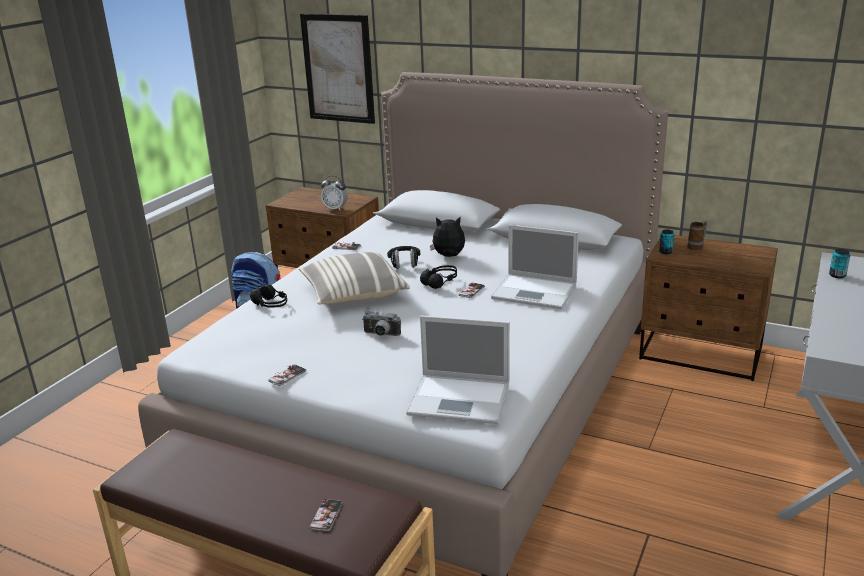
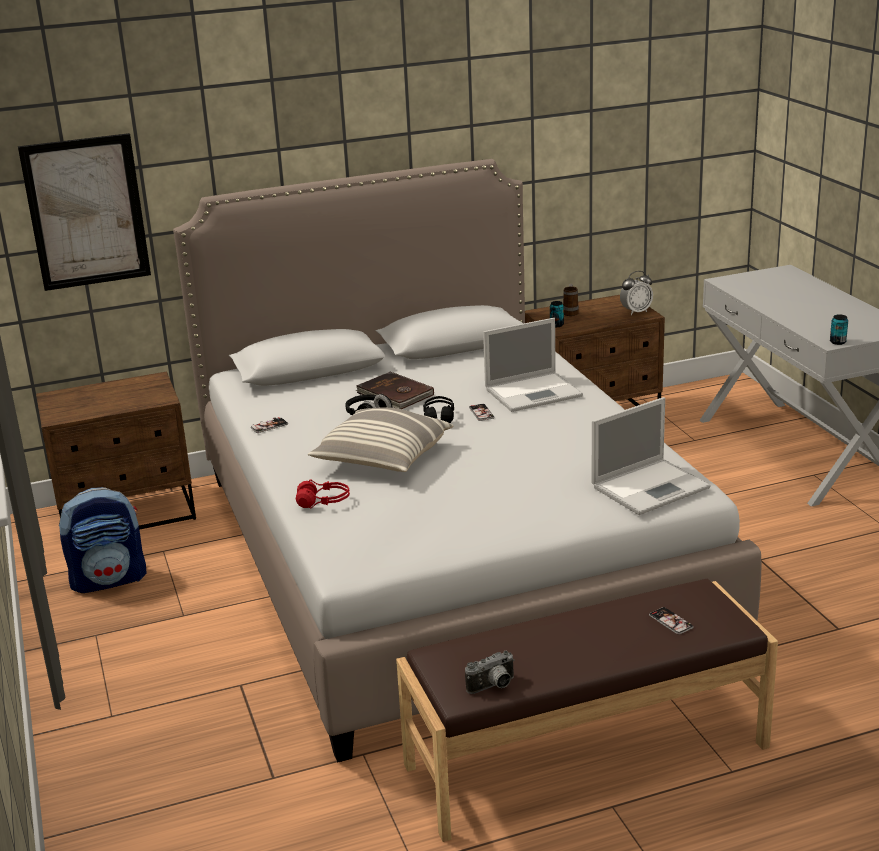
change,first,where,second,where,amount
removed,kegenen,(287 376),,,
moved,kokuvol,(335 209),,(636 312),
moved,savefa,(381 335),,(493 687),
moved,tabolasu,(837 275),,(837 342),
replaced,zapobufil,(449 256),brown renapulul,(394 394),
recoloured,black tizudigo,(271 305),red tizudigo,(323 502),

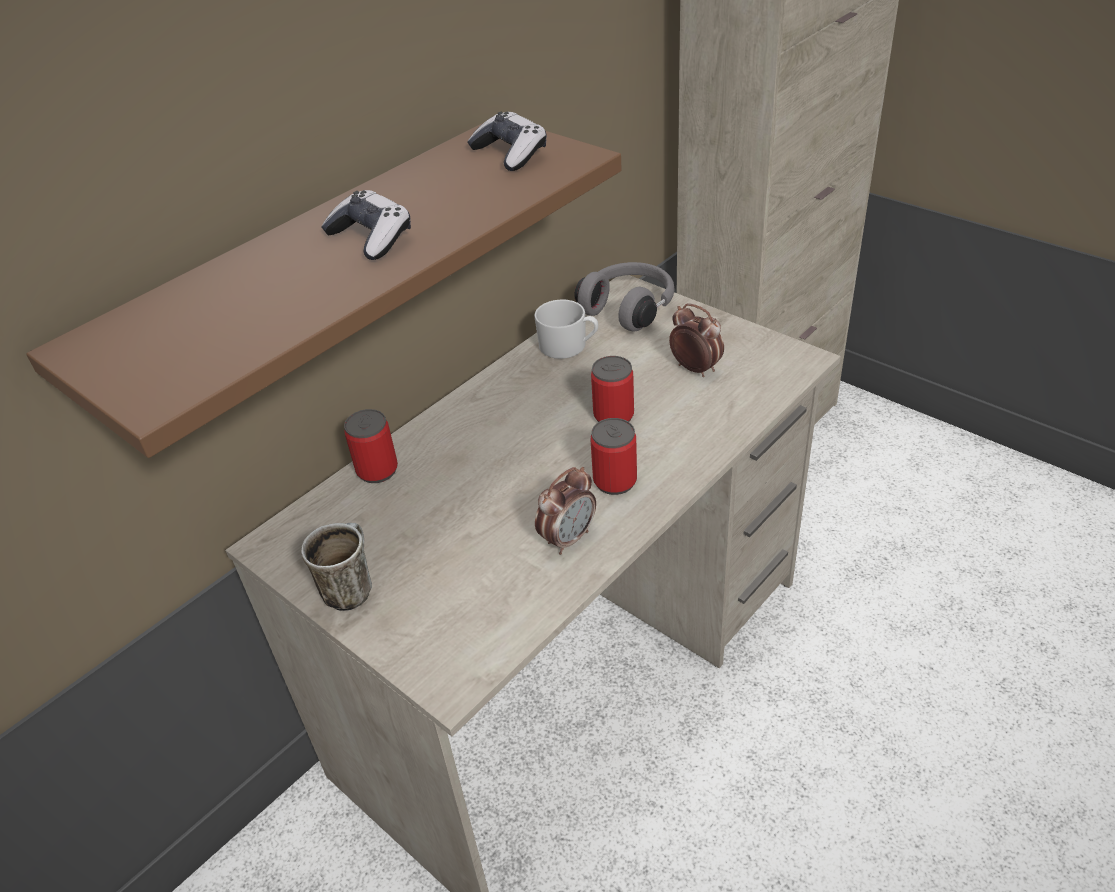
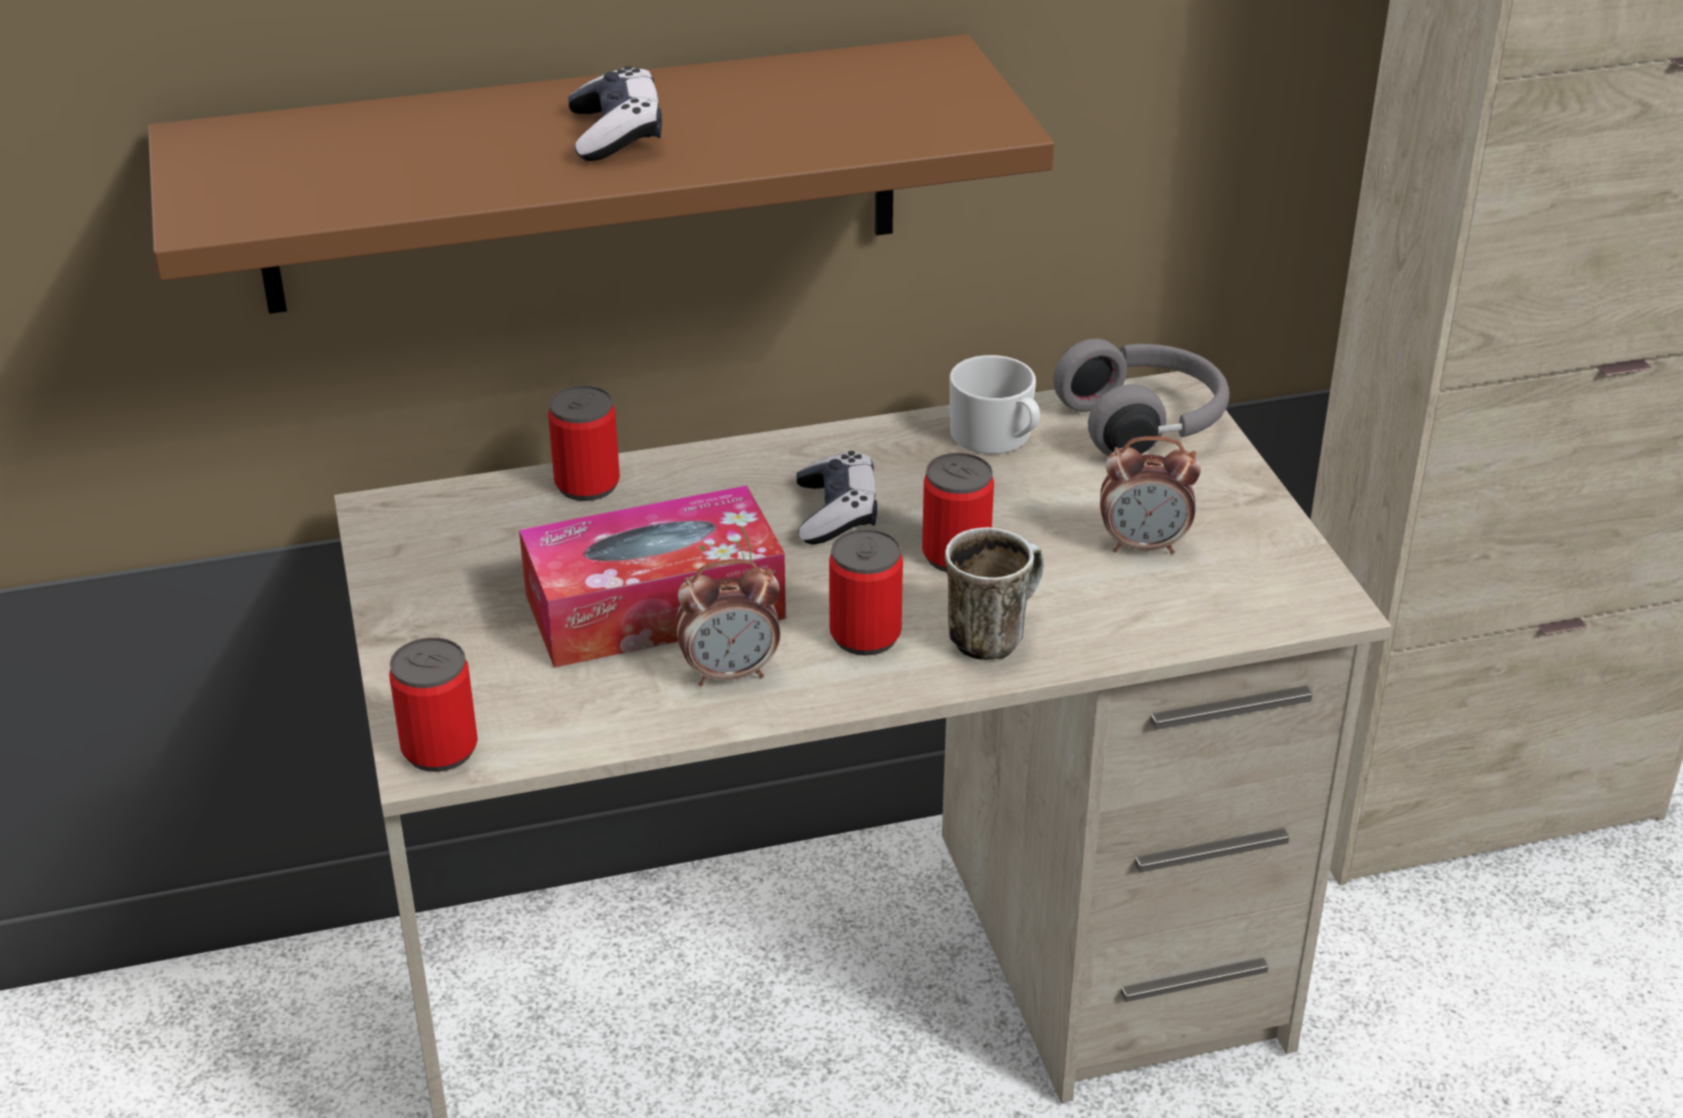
change,first,where,second,where,amount
added,,,tabolasu,(440 749),
added,,,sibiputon,(654 606),
moved,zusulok,(349 587),,(992 634),
moved,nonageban,(510 154),,(836 513),
turned,kokuvol,(695 368),,(1144 546),105 degrees clockwise

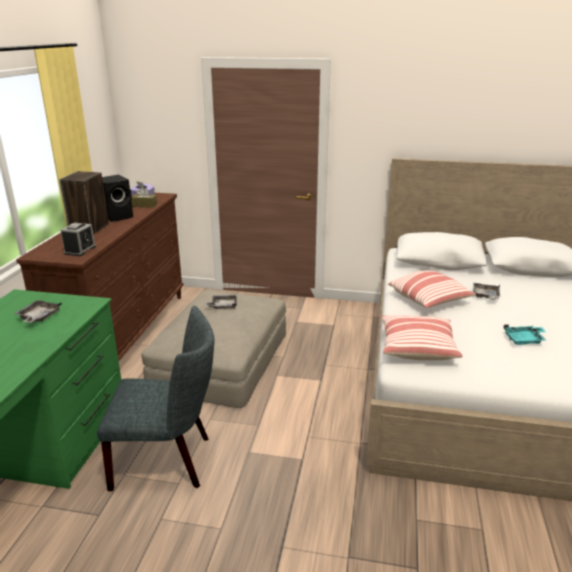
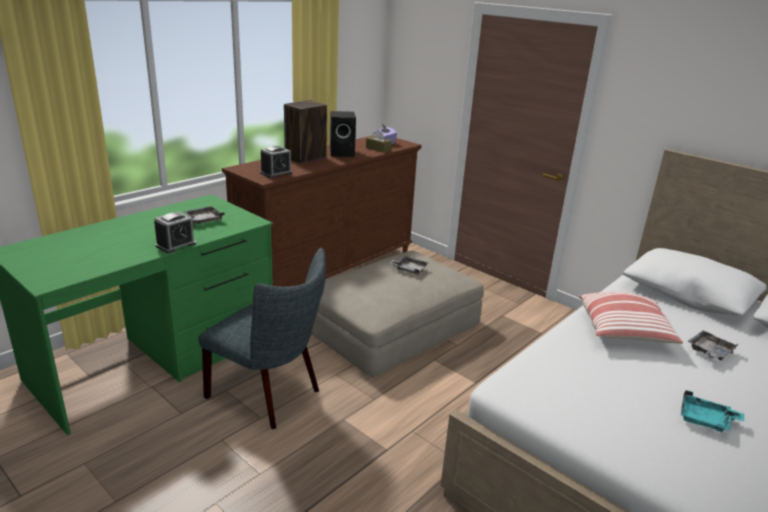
change,first,where,second,where,amount
removed,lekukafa,(416 347),,,
added,,,kokuvol,(176 245),

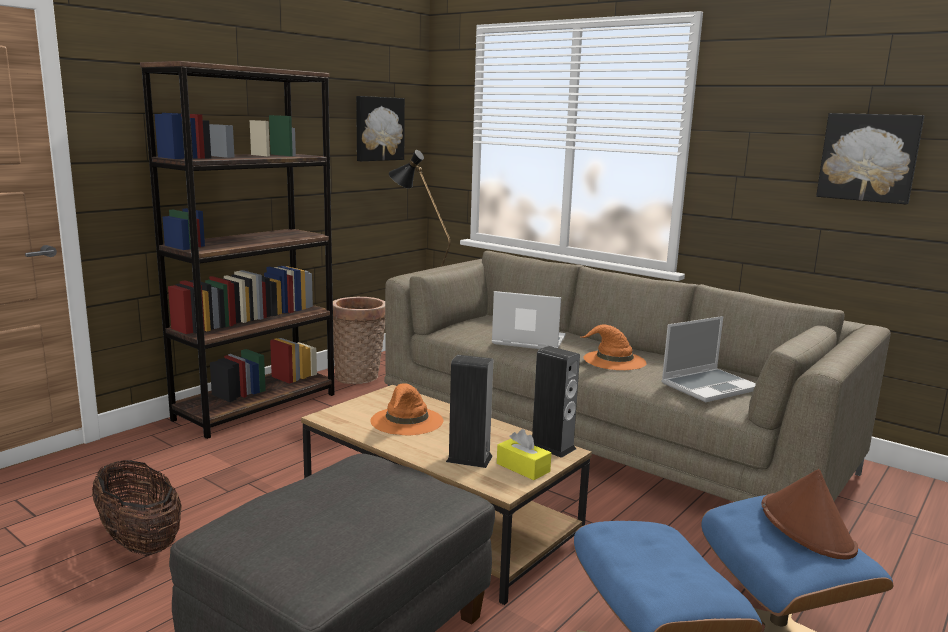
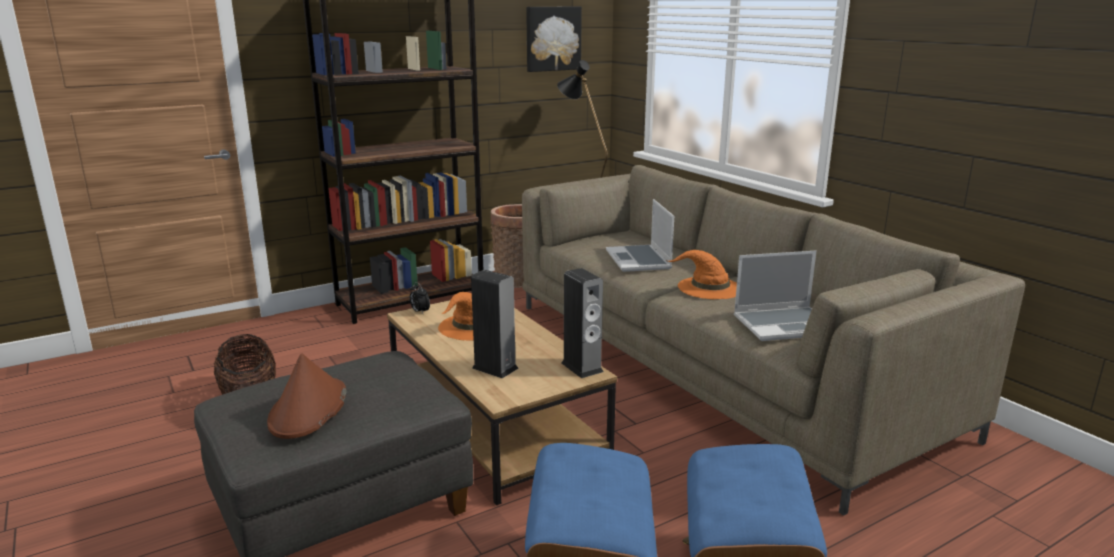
change,first,where,second,where,amount
removed,yellow sibiputon,(523 468),,,
removed,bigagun,(869 157),,,
added,,,kokuvol,(419 312),
moved,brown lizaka,(807 527),,(308 409),
turned,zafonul,(527 341),,(639 260),135 degrees counterclockwise

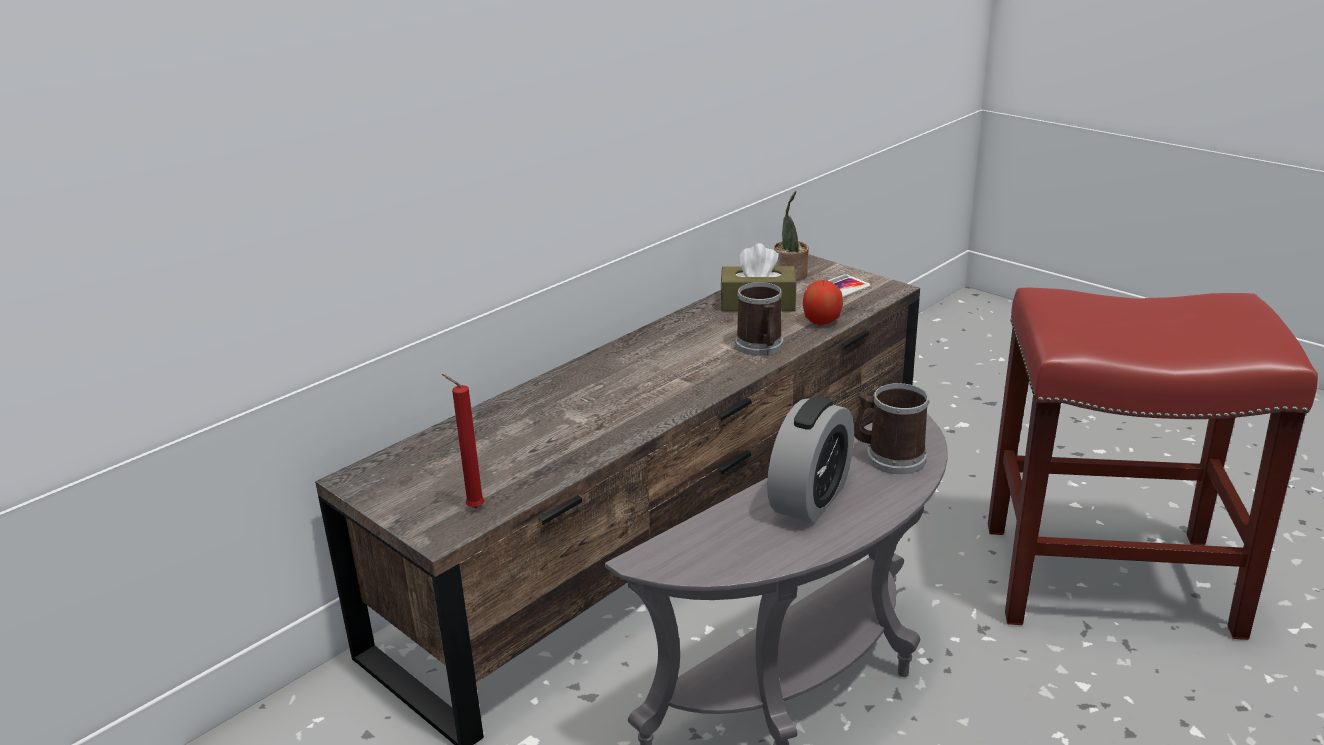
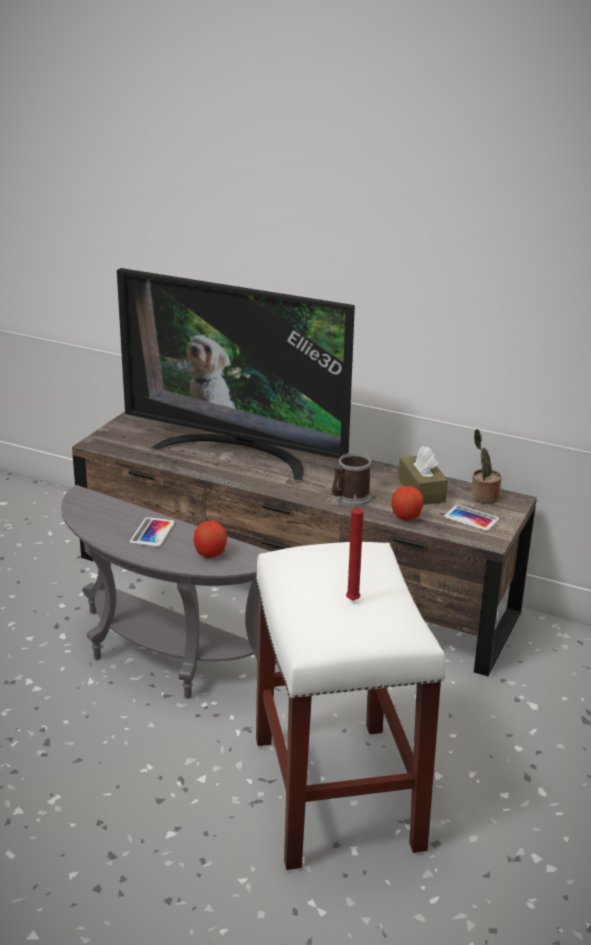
change,first,where,second,where,amount
added,,,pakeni,(238 452),
moved,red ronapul,(472 508),,(352 599),
replaced,kokuvol,(810 499),kegenen,(152 532),
replaced,zusulok,(889 457),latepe,(210 554),
recoloured,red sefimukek,(1110 577),white sefimukek,(338 794),

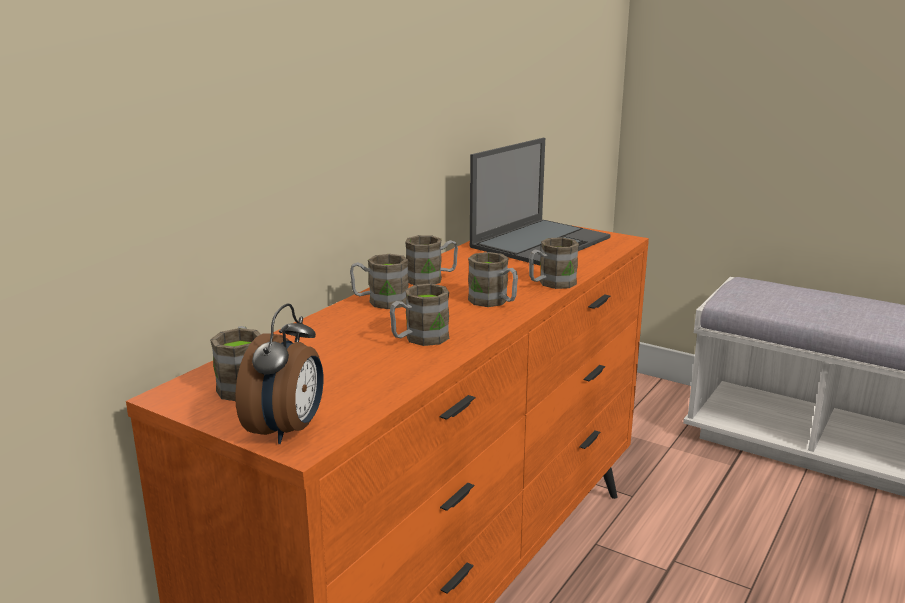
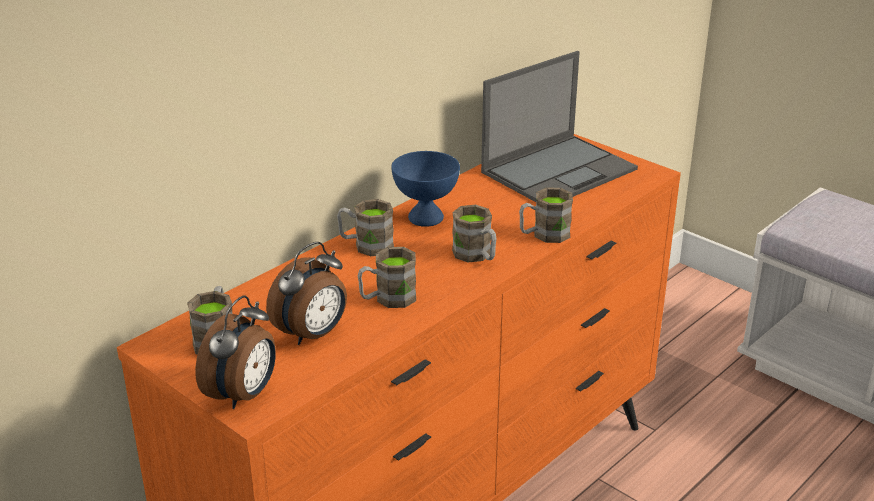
change,first,where,second,where,amount
added,,,kokuvol,(313 334),
replaced,brown zusulok,(432 279),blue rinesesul,(426 217),

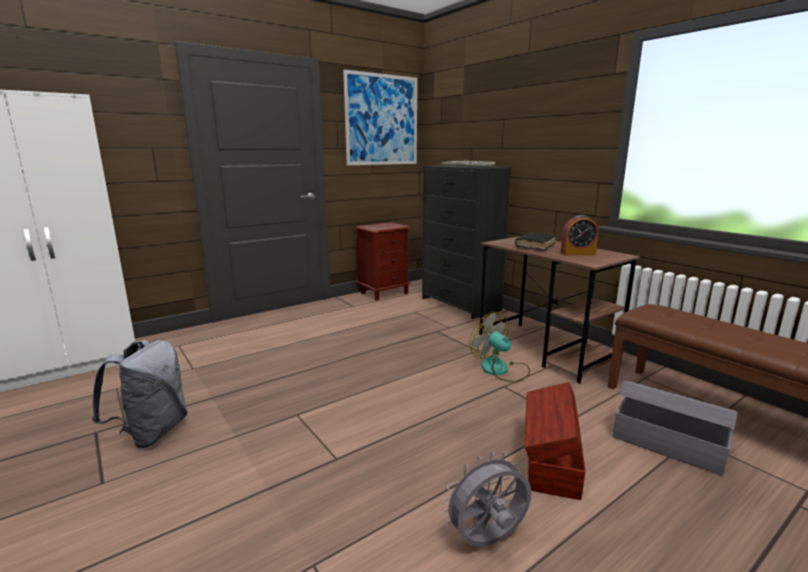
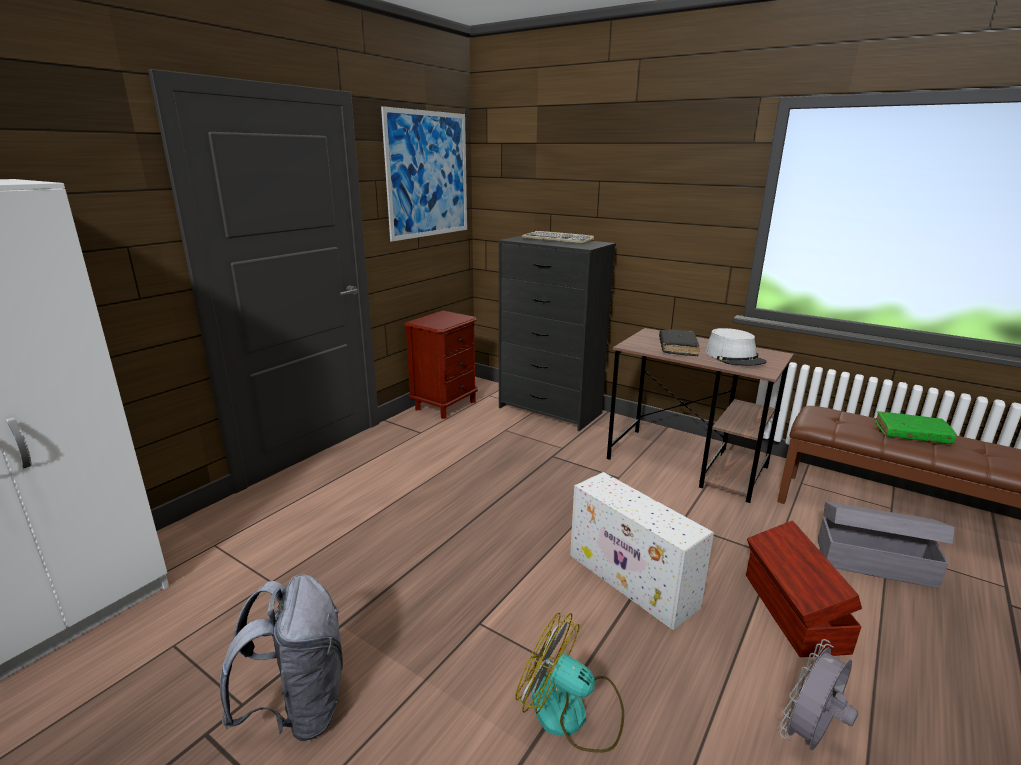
change,first,where,second,where,amount
added,,,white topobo,(633 581),
added,,,green renapulul,(912 434),
moved,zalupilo,(500 370),,(572 713),
replaced,kokuvol,(577 254),grey lizaka,(734 357),

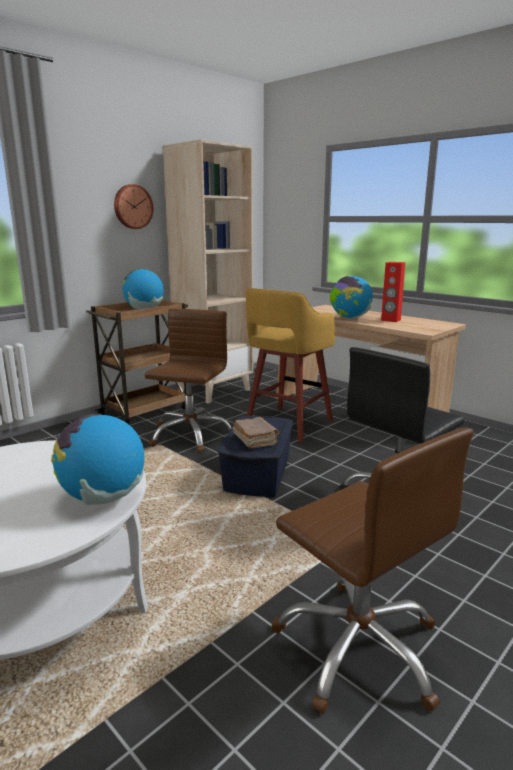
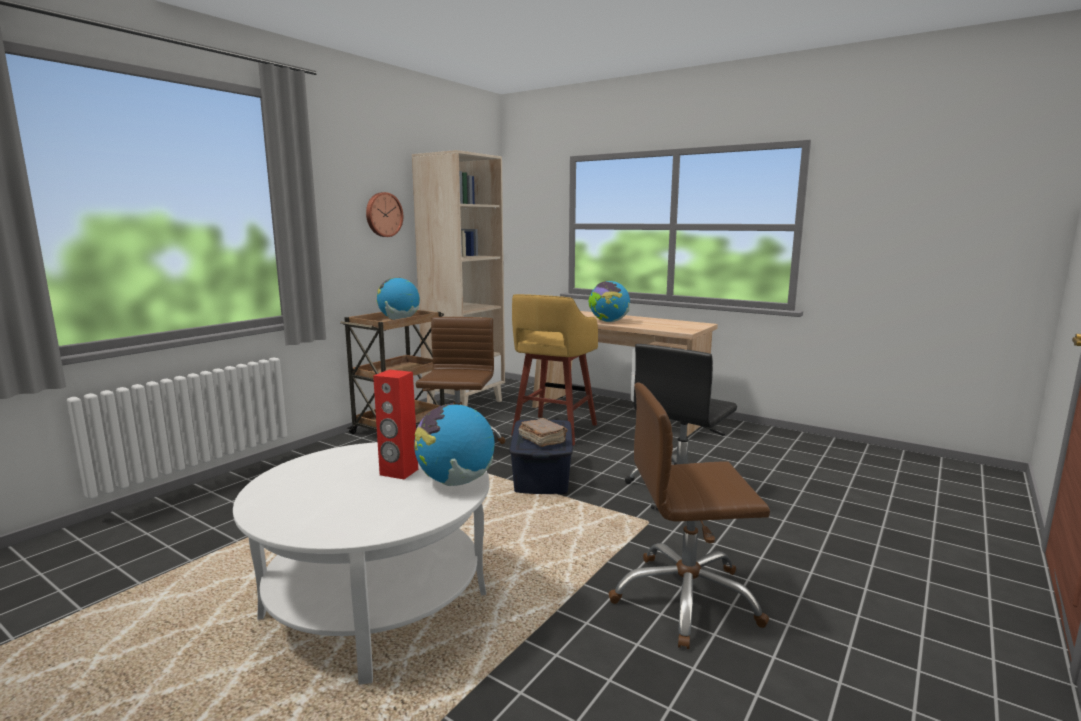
change,first,where,second,where,amount
moved,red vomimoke,(390 320),,(398 472),
turned,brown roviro,(359 647),,(686 599),135 degrees clockwise

